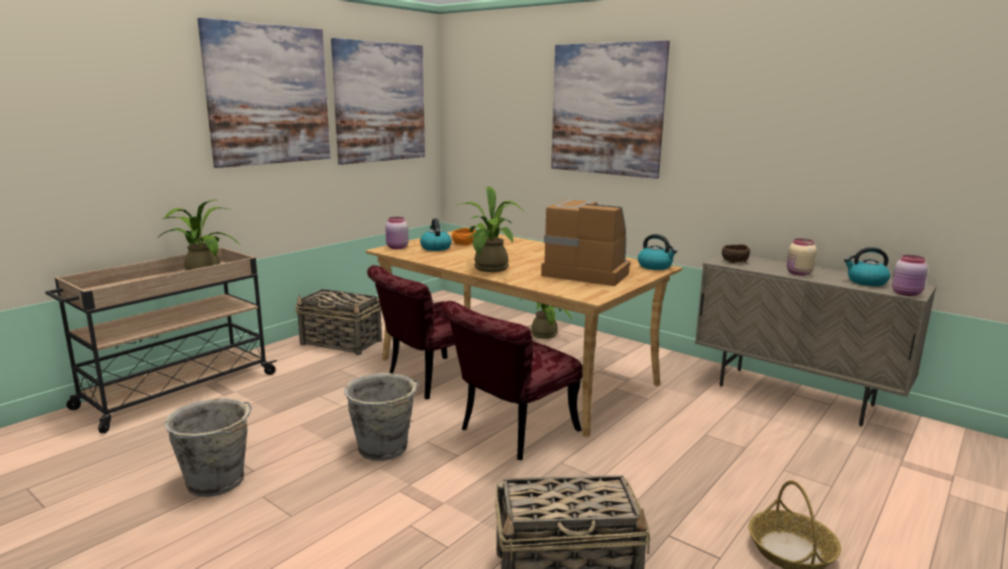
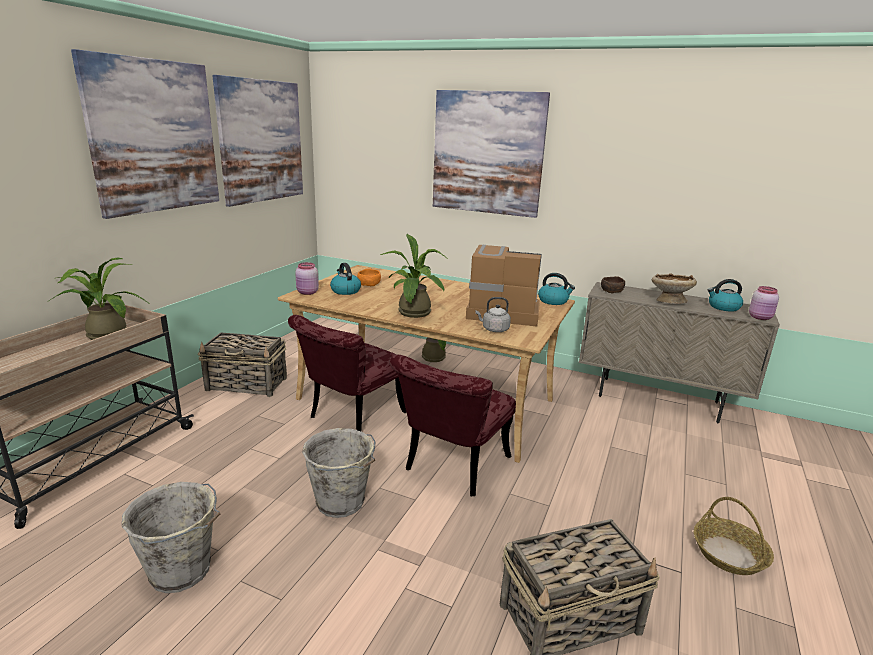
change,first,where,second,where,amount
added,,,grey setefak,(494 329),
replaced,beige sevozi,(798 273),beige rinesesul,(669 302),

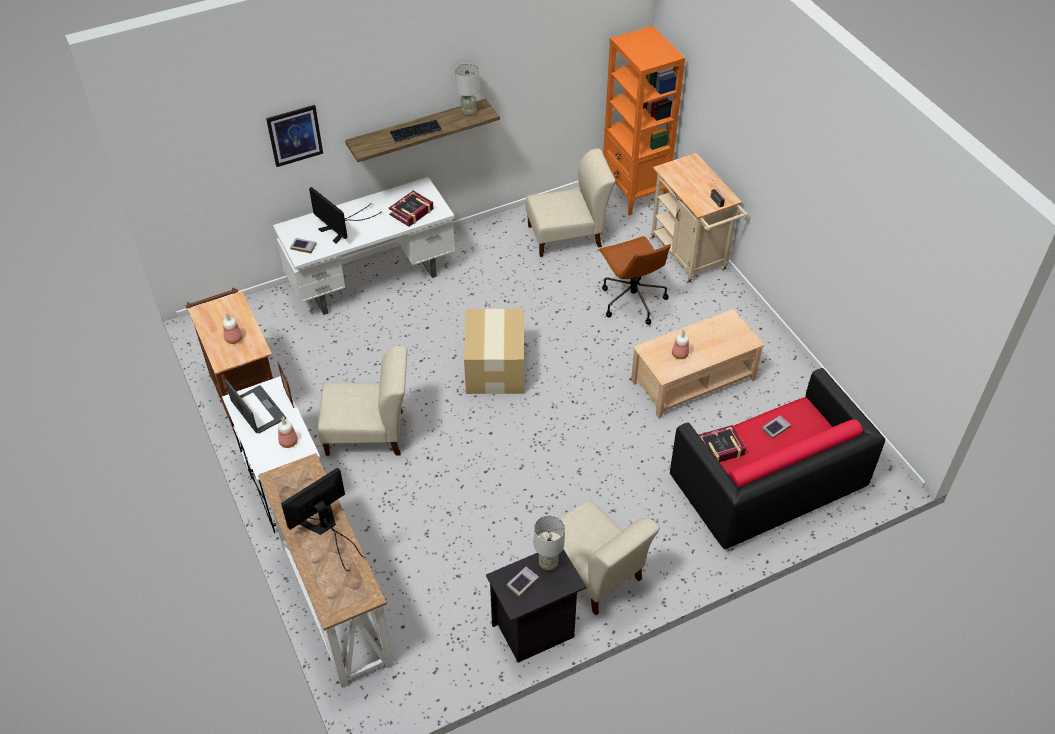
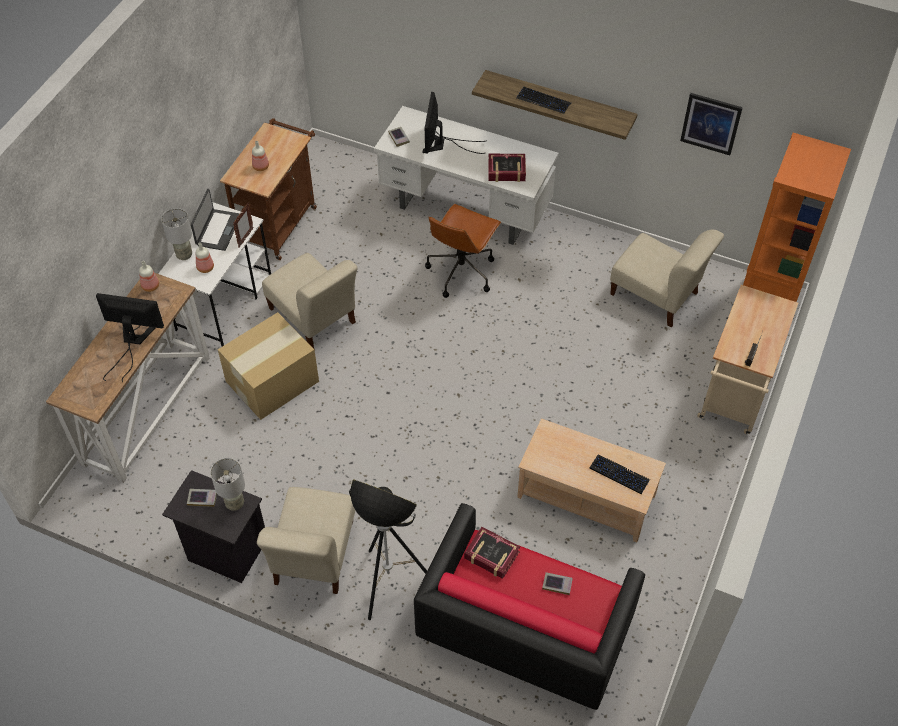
change,first,where,second,where,amount
added,,,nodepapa,(388 584),
added,,,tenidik,(619 474),
moved,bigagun,(295 135),,(711 123),
moved,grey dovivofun,(468 112),,(184 255),
moved,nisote,(496 367),,(273 381),
moved,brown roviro,(632 300),,(461 271),
moved,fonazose,(679 354),,(150 286),

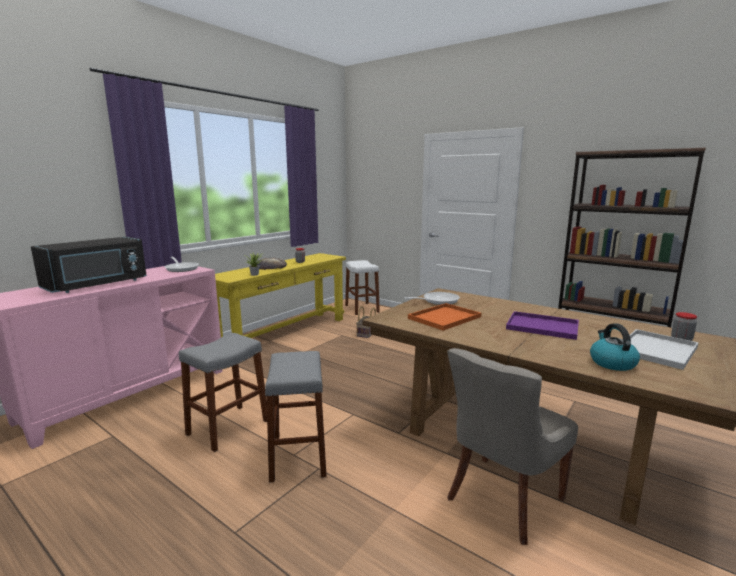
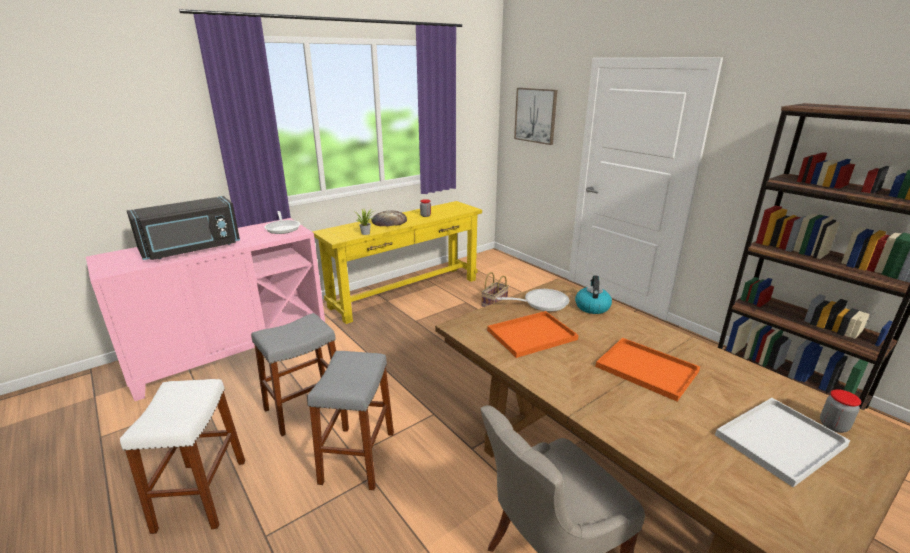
change,first,where,second,where,amount
added,,,bigagun,(535 115),
moved,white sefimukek,(361 308),,(201 494),
moved,setefak,(611 363),,(592 307),
recoloured,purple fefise,(544 326),orange fefise,(648 369),

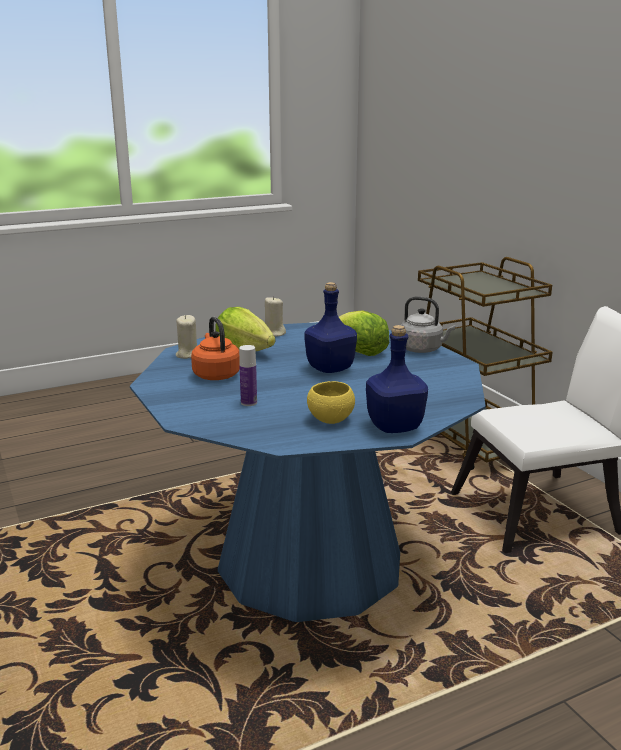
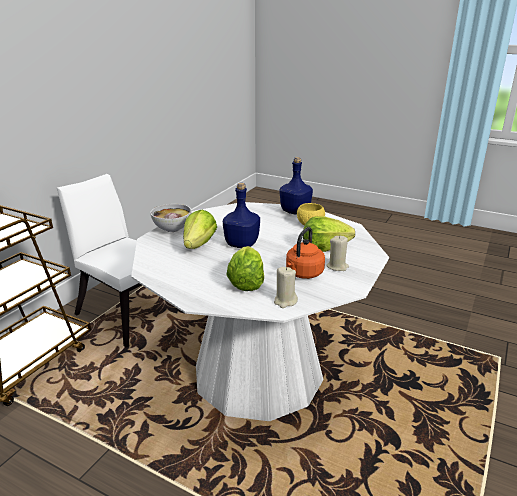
change,first,where,second,where,amount
moved,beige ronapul,(273 333),,(337 267),
replaced,fonazose,(249 403),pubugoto,(324 248),
replaced,grey setefak,(422 349),rinesesul,(172 229),
recoloured,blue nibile,(310 562),white nibile,(258 373),

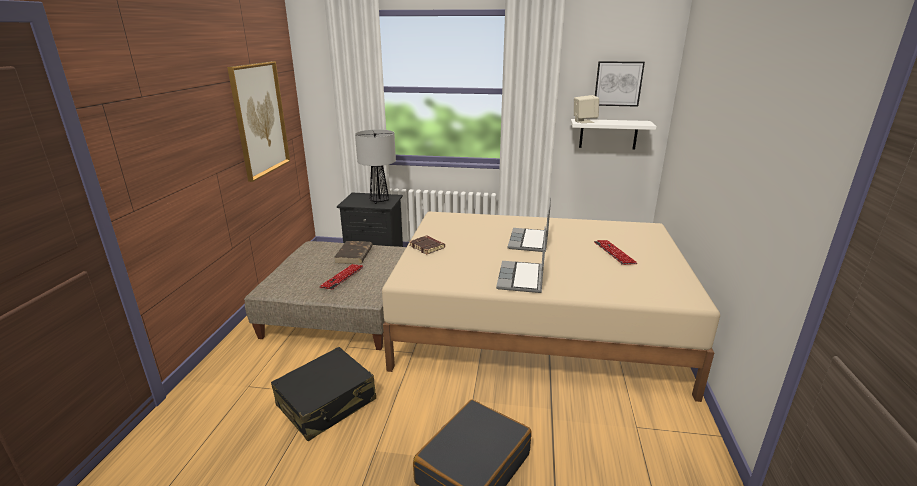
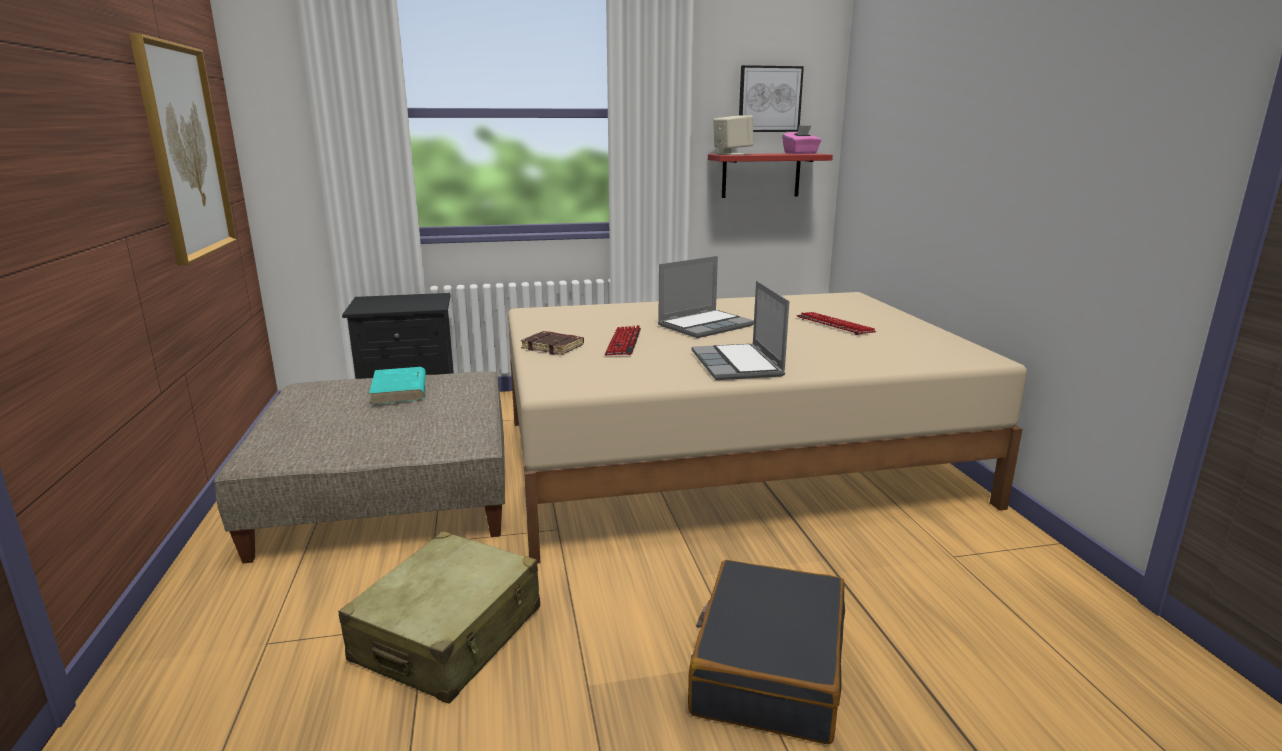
change,first,where,second,where,amount
removed,dovivofun,(379 201),,,
added,,,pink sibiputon,(801 153),
moved,tenidik,(342 277),,(623 343),
recoloured,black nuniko,(327 403),beige nuniko,(449 635),
recoloured,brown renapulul,(354 255),turquoise renapulul,(399 390),
recoloured,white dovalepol,(608 134),red dovalepol,(761 175),
turned,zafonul,(529 241),,(705 325),120 degrees counterclockwise

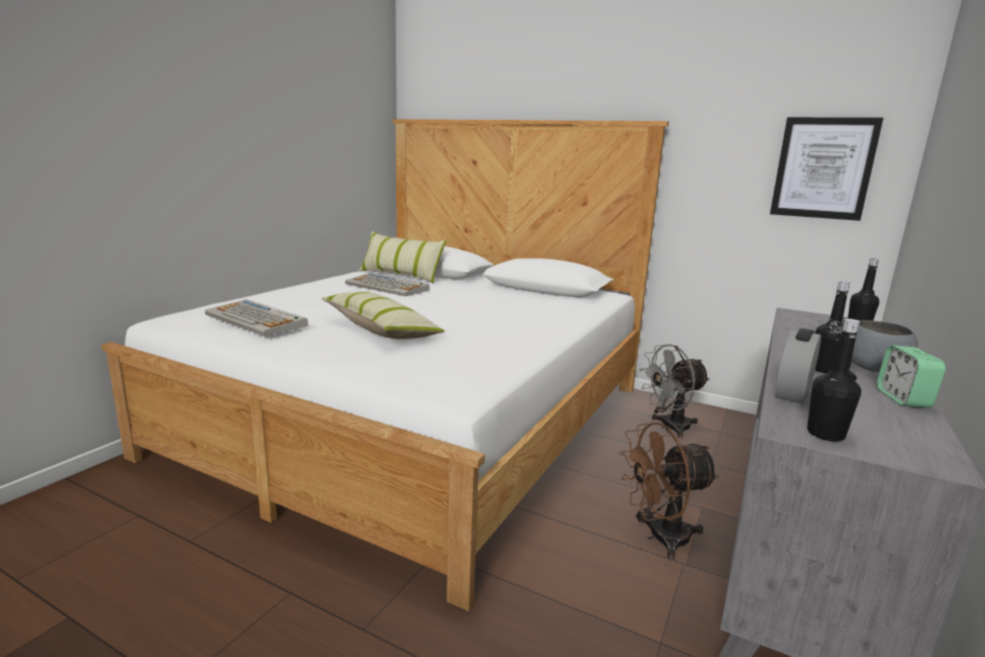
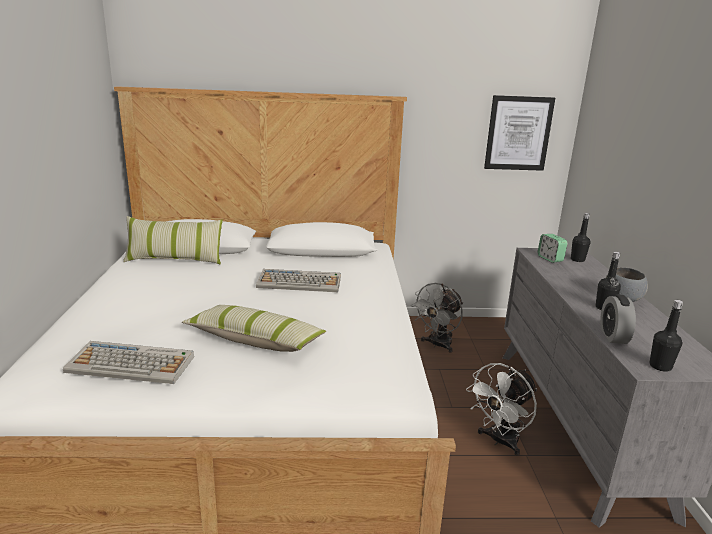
change,first,where,second,where,amount
moved,tenidik,(388 287),,(300 282),
moved,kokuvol,(903 399),,(550 259),
recoloured,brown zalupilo,(659 537),white zalupilo,(499 441),

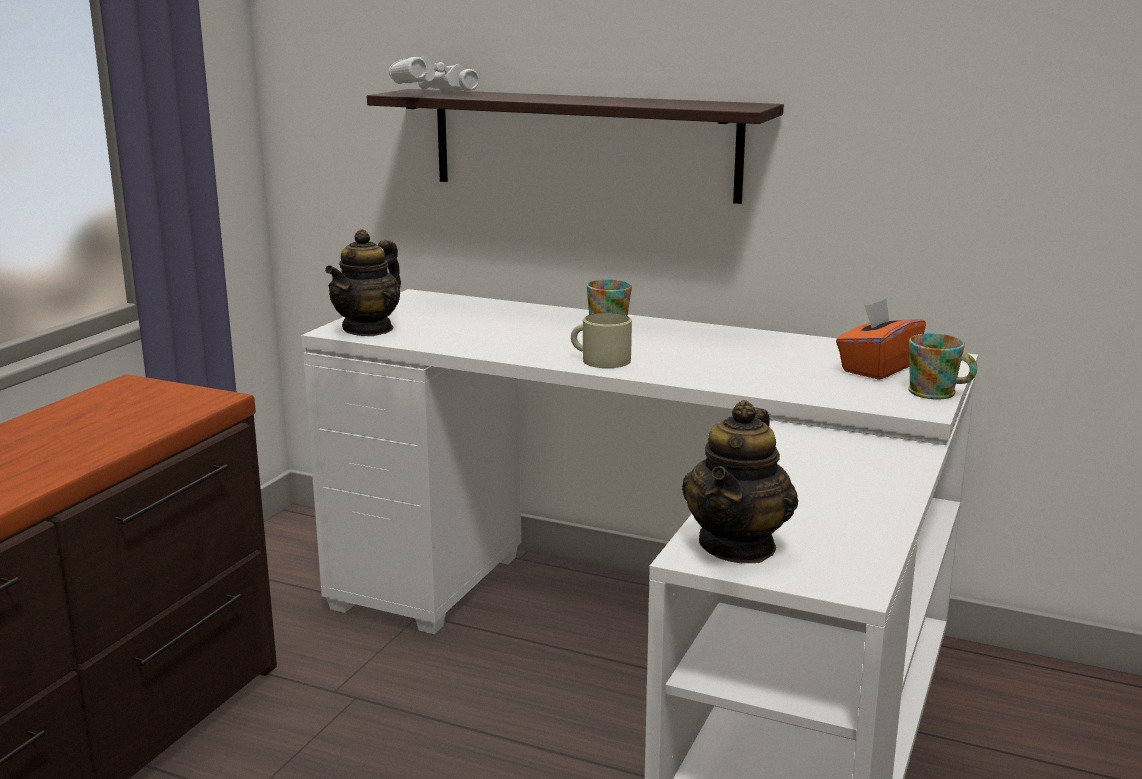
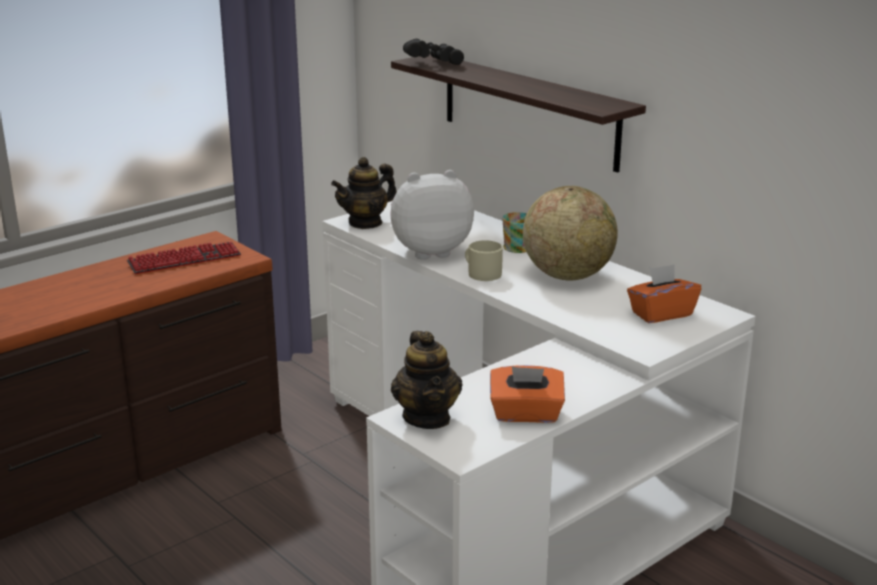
change,first,where,second,where,amount
removed,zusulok,(938 393),,,
added,,,tenidik,(184 260),
added,,,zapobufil,(429 251),
added,,,orange sibiputon,(526 414),
added,,,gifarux,(567 276),
recoloured,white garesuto,(430 94),black garesuto,(431 64),
turned,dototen,(738 546),,(427 417),60 degrees counterclockwise

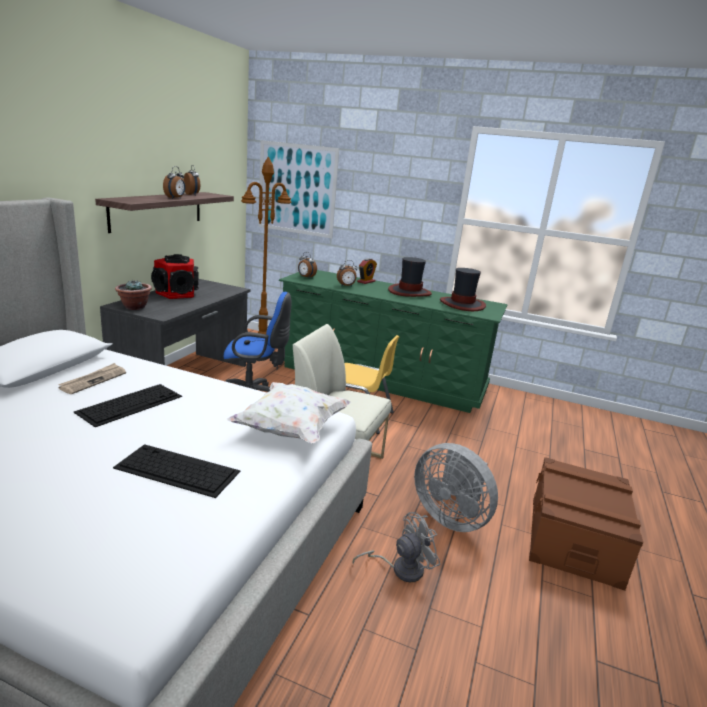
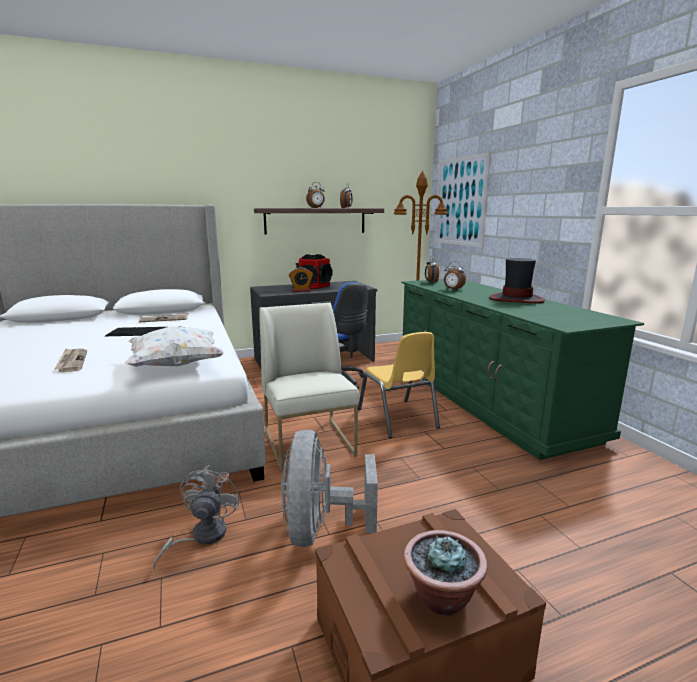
change,first,where,second,where,amount
removed,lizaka,(462 304),,,
moved,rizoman,(134 307),,(441 597),
moved,kokuvol,(366 281),,(301 291),
replaced,tenidik,(176 470),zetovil,(72 361),
turned,grey zalupilo,(401 569),,(201 537),105 degrees counterclockwise

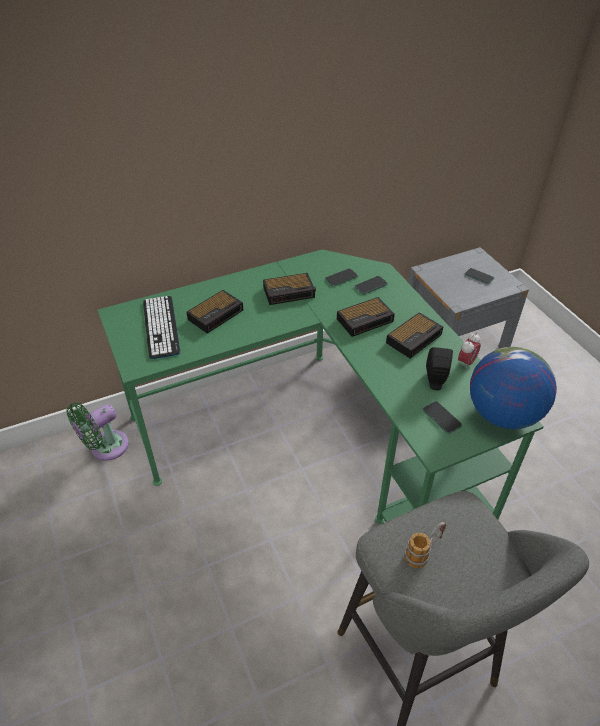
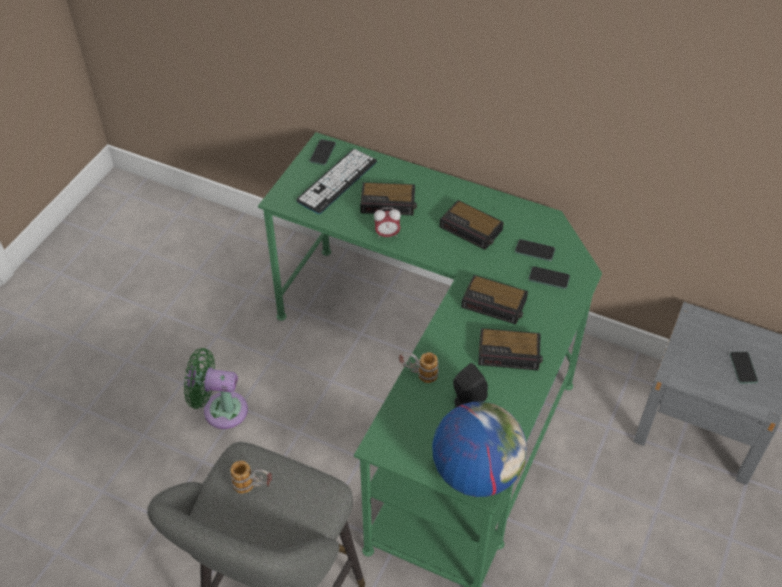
change,first,where,second,where,amount
added,,,zusulok,(418 374),
moved,green zalupilo,(105 448),,(220 409),
moved,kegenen,(441 418),,(322 153),
moved,kokuvol,(466 362),,(387 235),

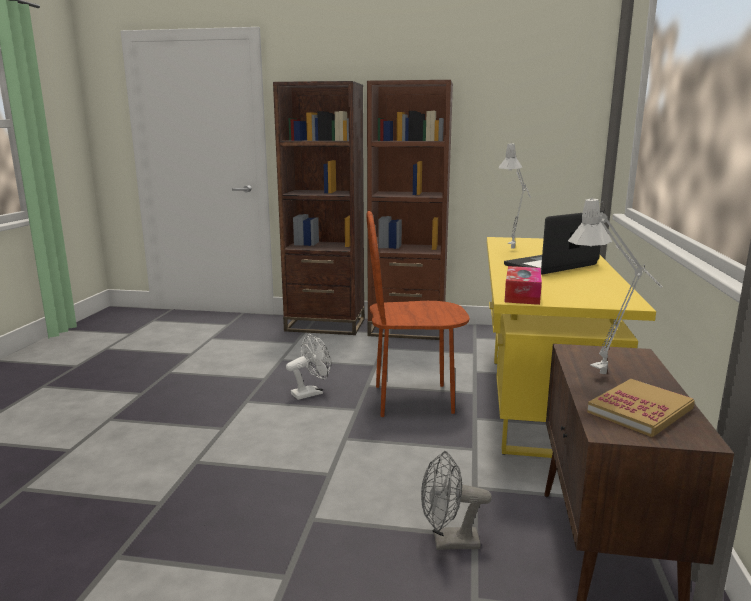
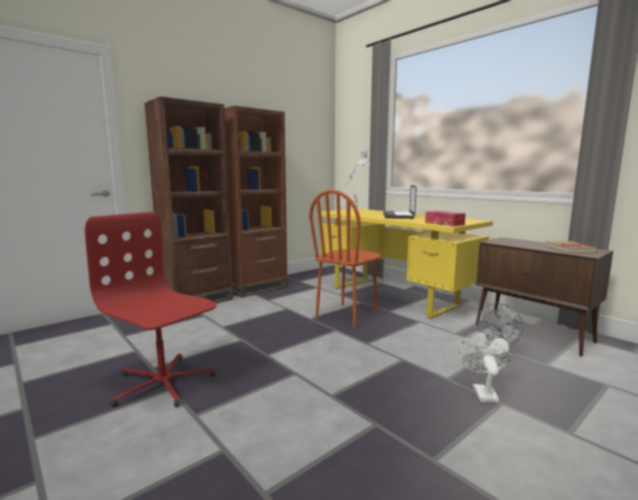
change,first,where,second,where,amount
removed,grey dovivofun,(608 374),,,
added,,,red roviro,(162 384),
moved,white zalupilo,(311 393),,(483 391),

